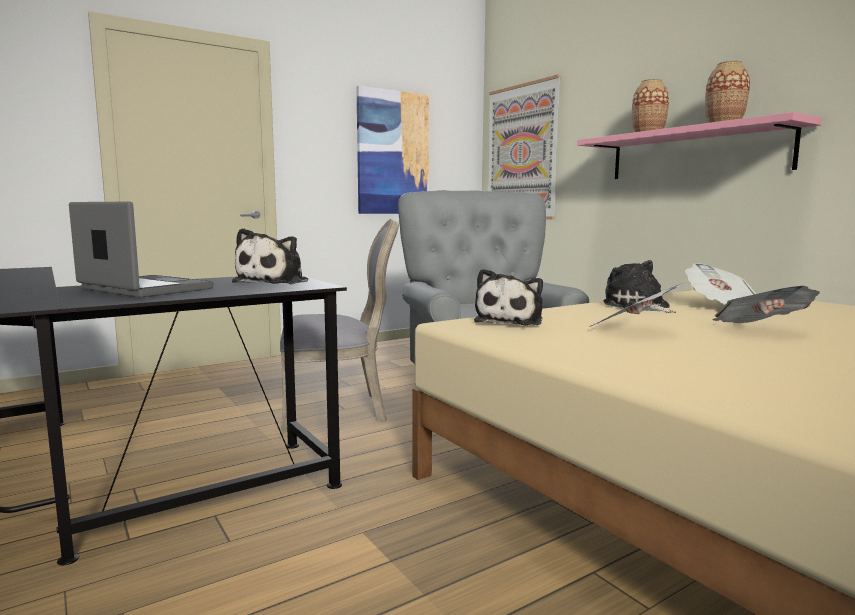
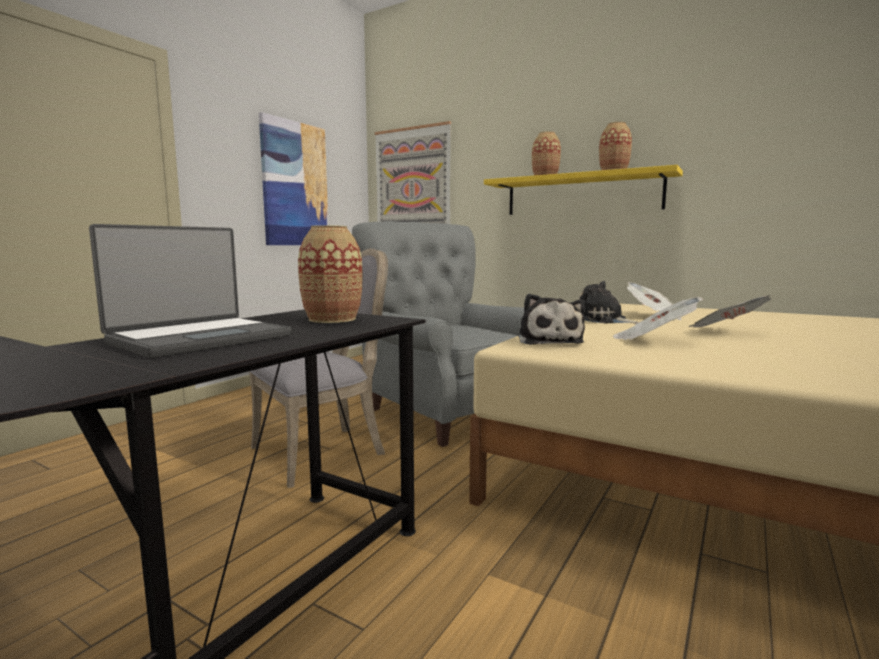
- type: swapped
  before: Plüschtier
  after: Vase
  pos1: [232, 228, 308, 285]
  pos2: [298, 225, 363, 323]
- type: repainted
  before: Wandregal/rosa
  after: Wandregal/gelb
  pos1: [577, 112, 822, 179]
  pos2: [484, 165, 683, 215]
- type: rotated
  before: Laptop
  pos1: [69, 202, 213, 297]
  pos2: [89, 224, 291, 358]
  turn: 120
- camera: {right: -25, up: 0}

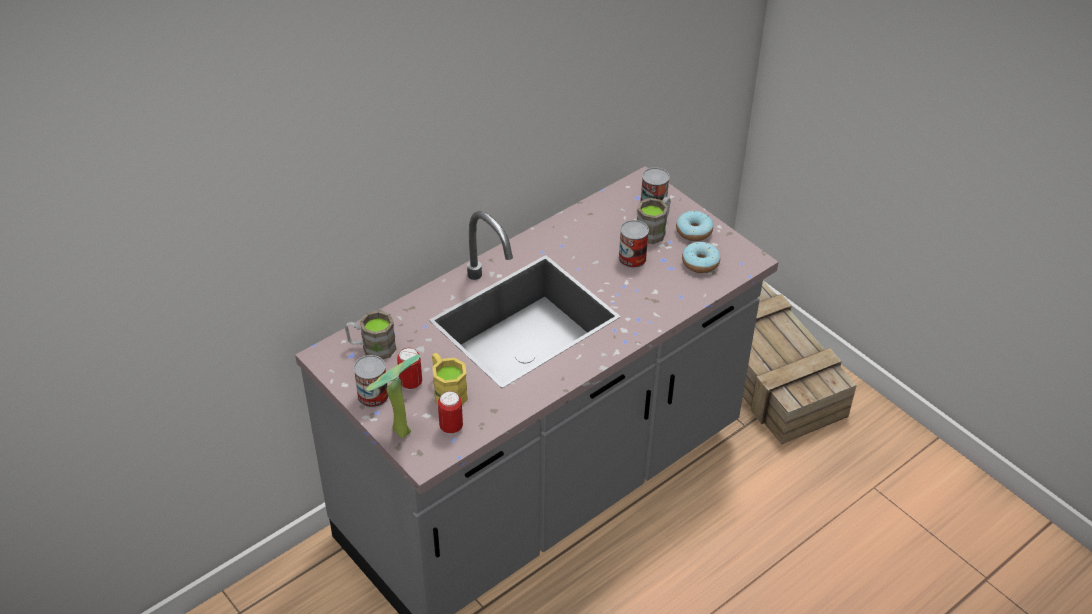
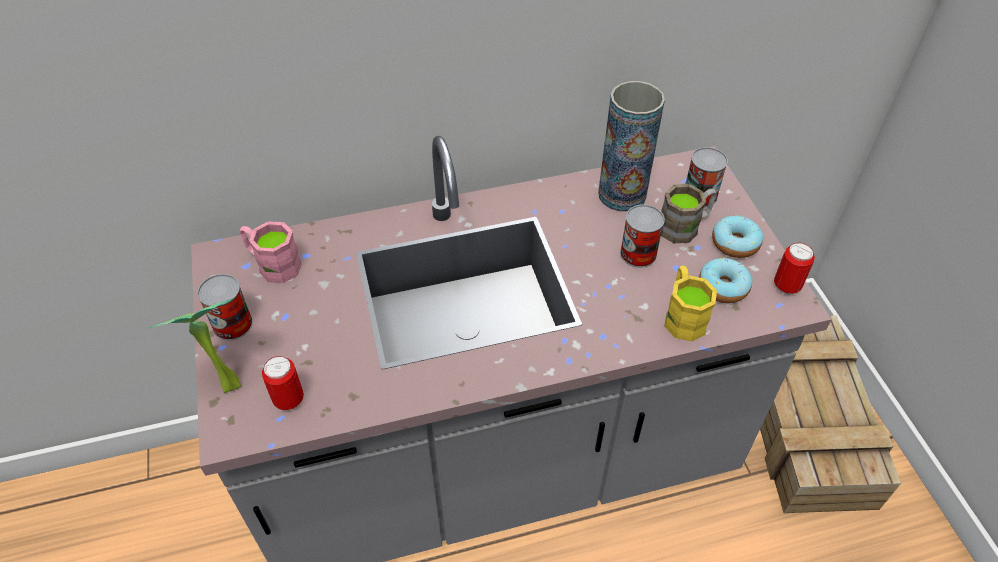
- type: new
  after: Vase
  pos2: [598, 81, 665, 212]
- type: shifted
  before: Dose
  pos1: [397, 348, 422, 390]
  pos2: [774, 243, 815, 295]
- type: shifted
  before: Henkelbecher/gelb
  pos1: [432, 353, 468, 405]
  pos2: [664, 266, 717, 341]
- type: repainted
  before: Henkelbecher/braun
  after: Henkelbecher/rosa
  pos1: [345, 310, 397, 359]
  pos2: [240, 221, 302, 283]
- camera: {right: 25, up: 5}

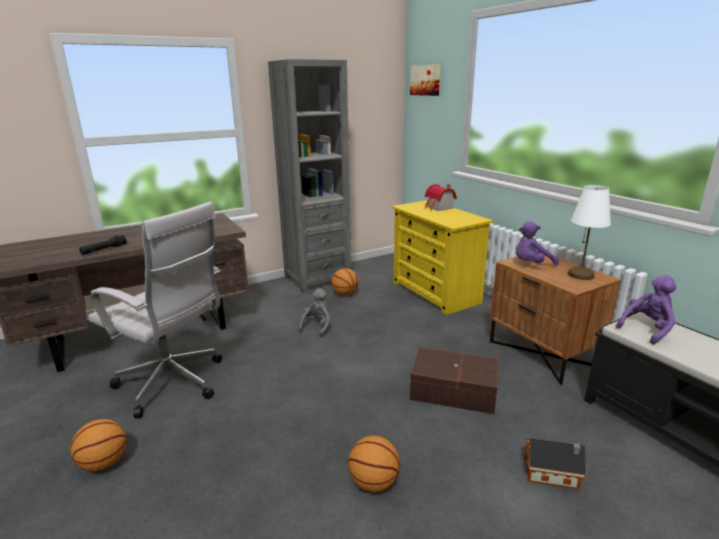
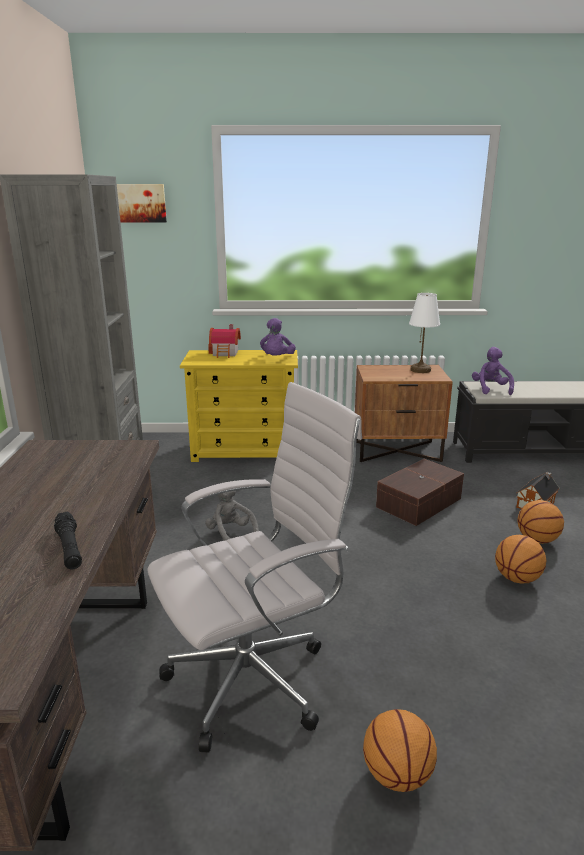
- type: shifted
  before: Basketball
  pos1: [331, 268, 359, 296]
  pos2: [517, 500, 564, 544]
- type: shifted
  before: Plüschtier/lila
  pos1: [516, 221, 559, 265]
  pos2: [260, 318, 296, 356]
- camera: {right: -60, up: 0}

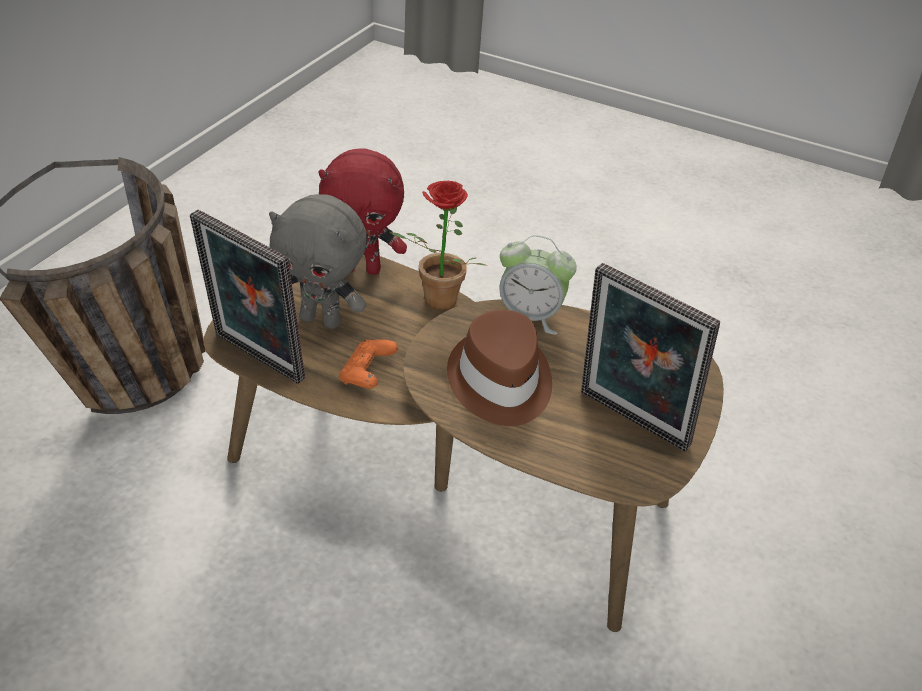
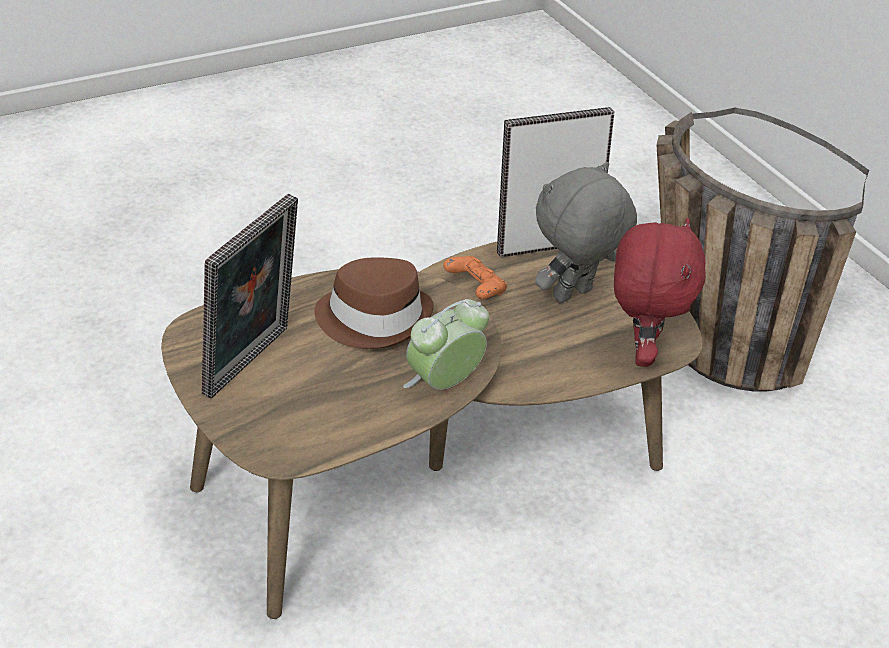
- type: gone
  before: Topfpflanze
  pos1: [390, 181, 487, 310]
- type: rotated
  before: Plüschtier/rot
  pos1: [319, 148, 407, 275]
  pos2: [614, 218, 706, 367]
  turn: 150
- type: rotated
  before: Bilderrahmen
  pos1: [581, 263, 720, 451]
  pos2: [202, 193, 298, 398]
  turn: 135
- camera: {right: 125, up: 0}

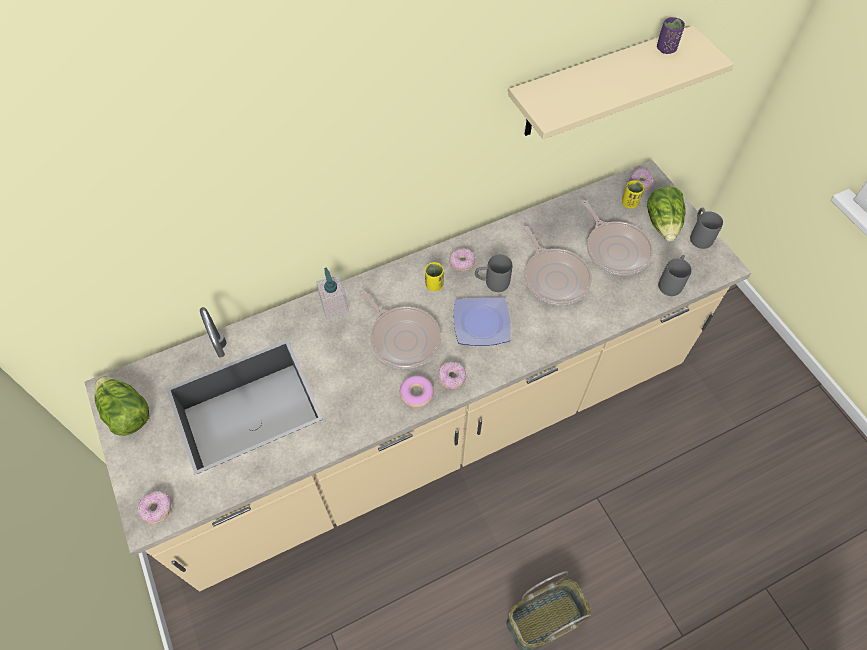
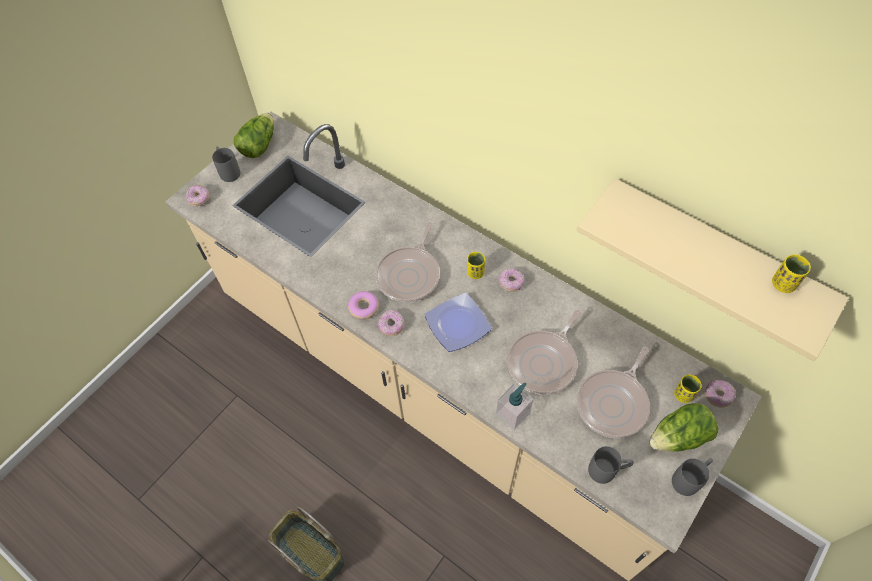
- type: shifted
  before: Seifenspender
  pos1: [316, 267, 349, 319]
  pos2: [496, 383, 533, 430]
- type: shifted
  before: Henkelbecher/grau
  pos1: [475, 254, 512, 292]
  pos2: [212, 147, 240, 182]
- type: repainted
  before: Tasse/lila
  after: Tasse/gelb
  pos1: [657, 17, 685, 54]
  pos2: [772, 255, 811, 293]
- camera: {right: 65, up: 0}

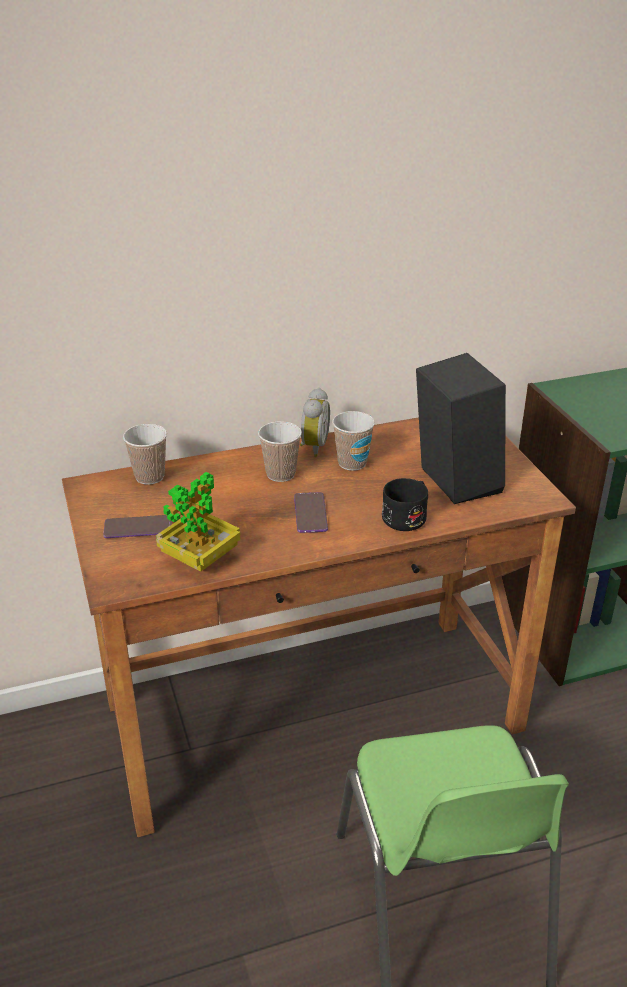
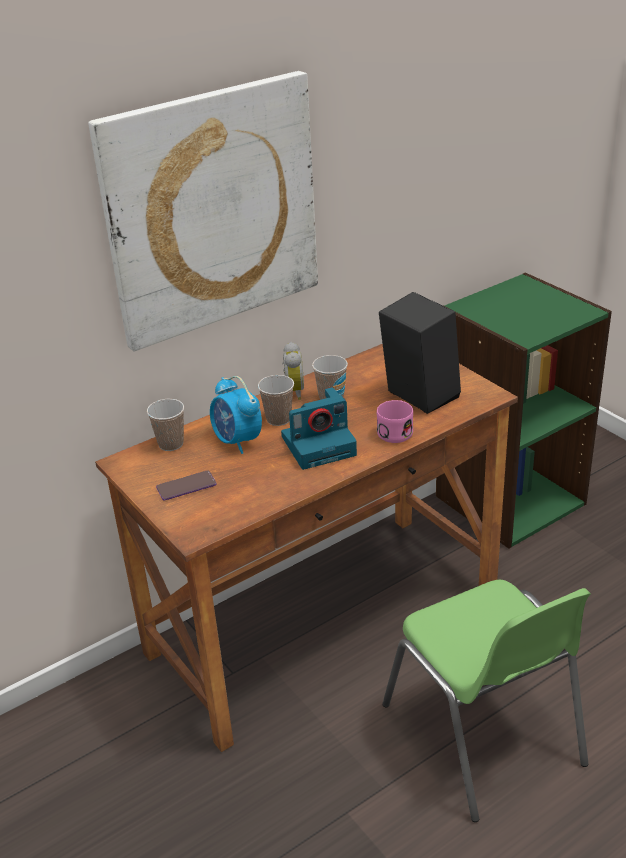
- type: gone
  before: Topfpflanze
  pos1: [156, 472, 240, 572]
- type: new
  after: Bild
  pos2: [88, 71, 318, 351]
- type: new
  after: Wecker
  pos2: [210, 376, 262, 454]
- type: swapped
  before: Handy
  after: Kamera
  pos1: [294, 492, 328, 533]
  pos2: [281, 387, 357, 470]
- type: repainted
  before: Henkelbecher/schwarz
  after: Henkelbecher/rosa
  pos1: [382, 478, 428, 531]
  pos2: [377, 400, 413, 443]
- camera: {right: -15, up: 0}

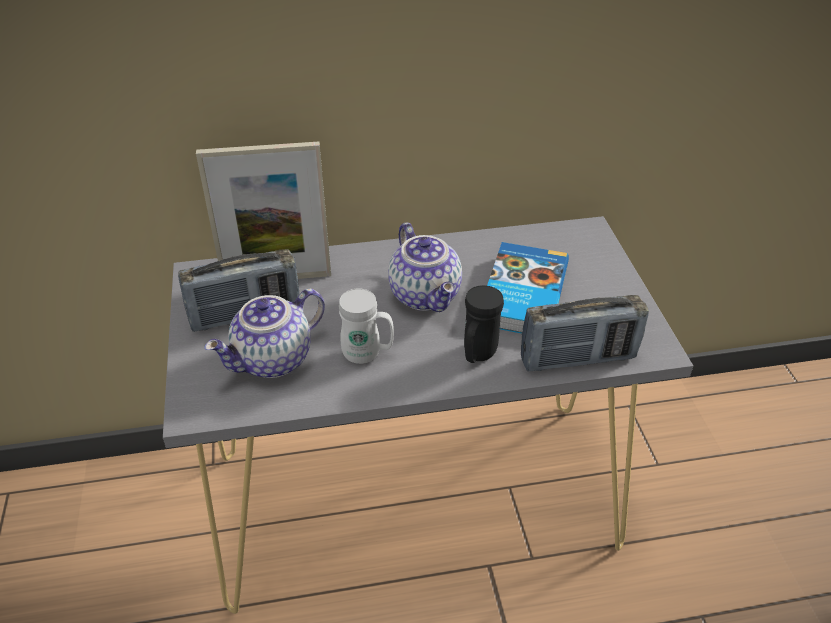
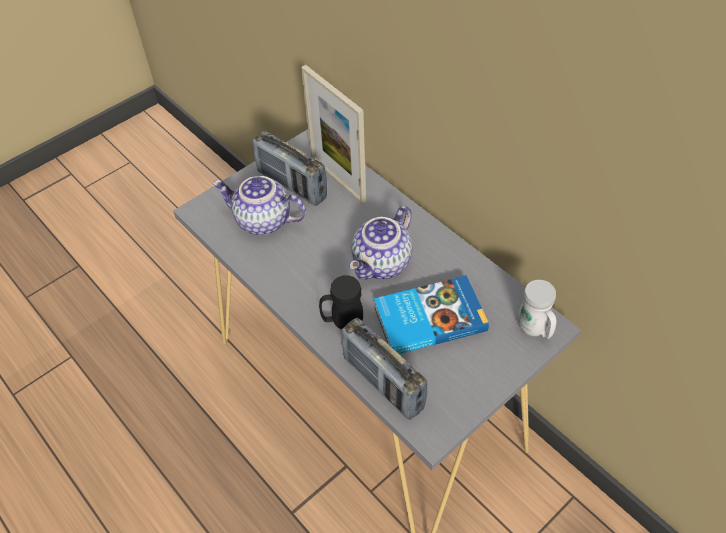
- type: shifted
  before: Henkelbecher/weiß
  pos1: [339, 288, 394, 364]
  pos2: [518, 280, 556, 339]
- camera: {right: 60, up: 10}

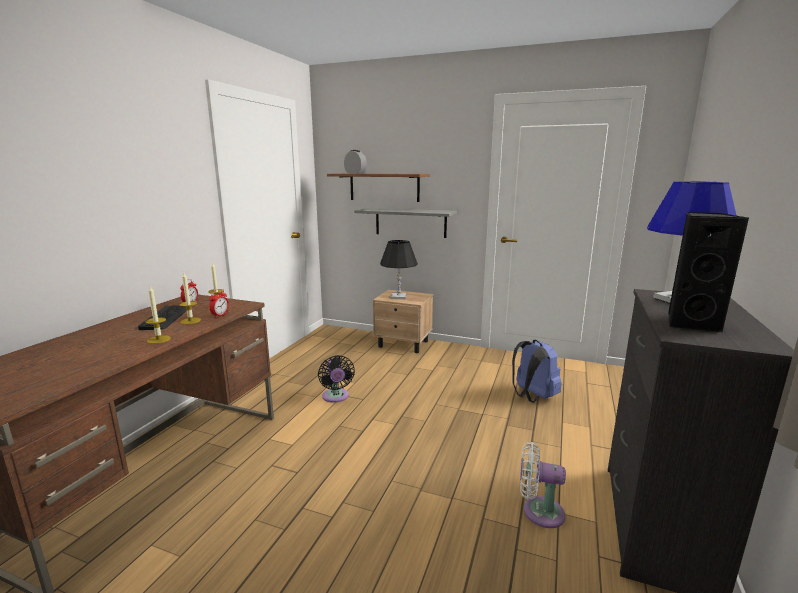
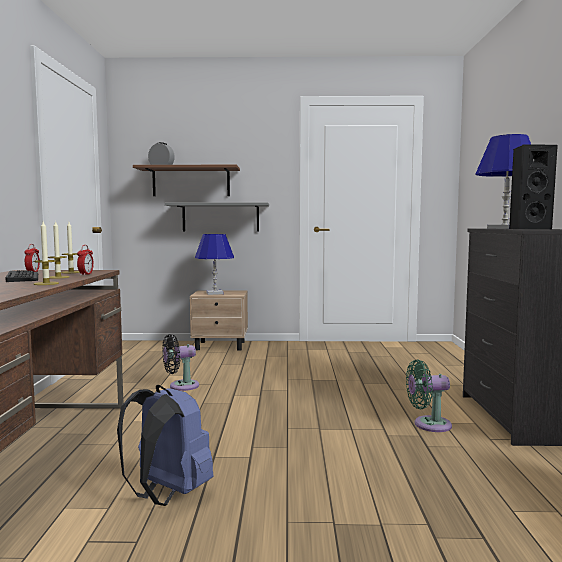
- type: shifted
  before: Rucksack/blau
  pos1: [512, 340, 561, 403]
  pos2: [117, 385, 214, 506]
- type: repainted
  before: Tischlampe/schwarz
  after: Tischlampe/blau
  pos1: [380, 240, 418, 299]
  pos2: [195, 234, 234, 295]
- type: repainted
  before: Ventilator/weiß
  after: Ventilator/grün
  pos1: [520, 442, 566, 528]
  pos2: [406, 360, 452, 432]
- type: rotated
  before: Ventilator/schwarz
  pos1: [318, 355, 355, 403]
  pos2: [162, 334, 199, 391]
  turn: 105
- camera: {right: -20, up: -10}

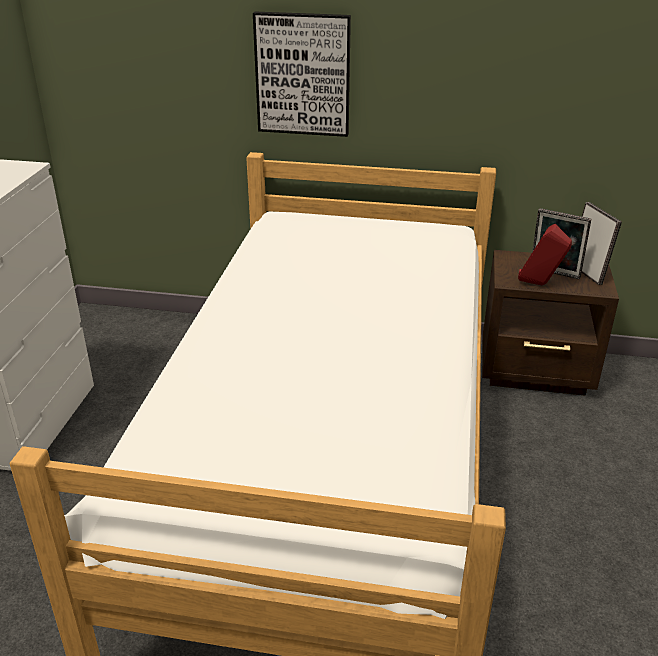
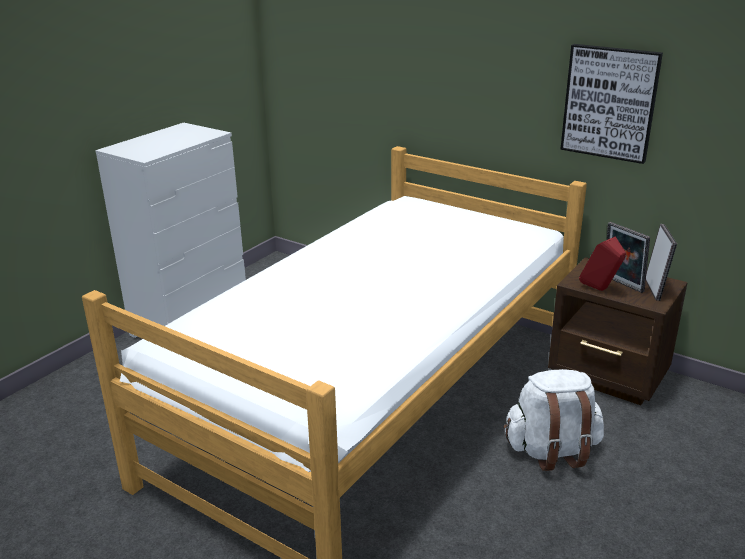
- type: new
  after: Rucksack/weiß
  pos2: [504, 369, 604, 471]
- type: shifted
  before: Bild
  pos1: [253, 12, 351, 137]
  pos2: [560, 44, 663, 164]
- camera: {right: 25, up: -5}

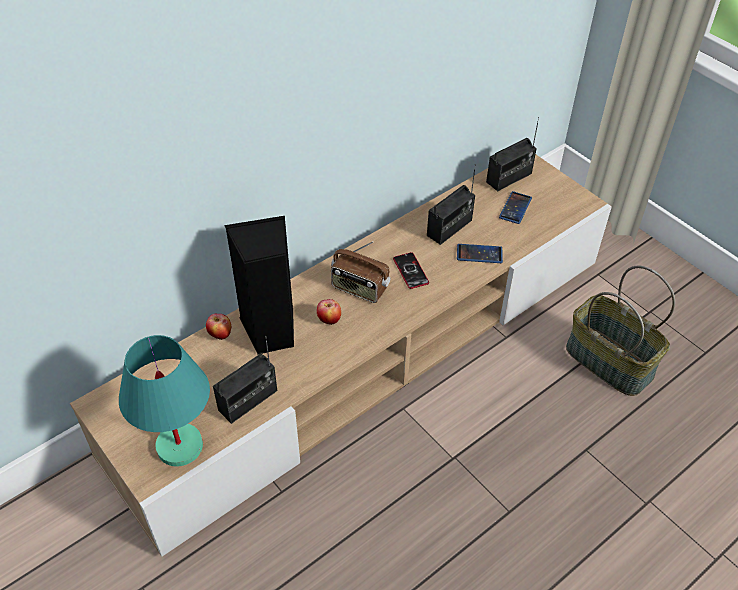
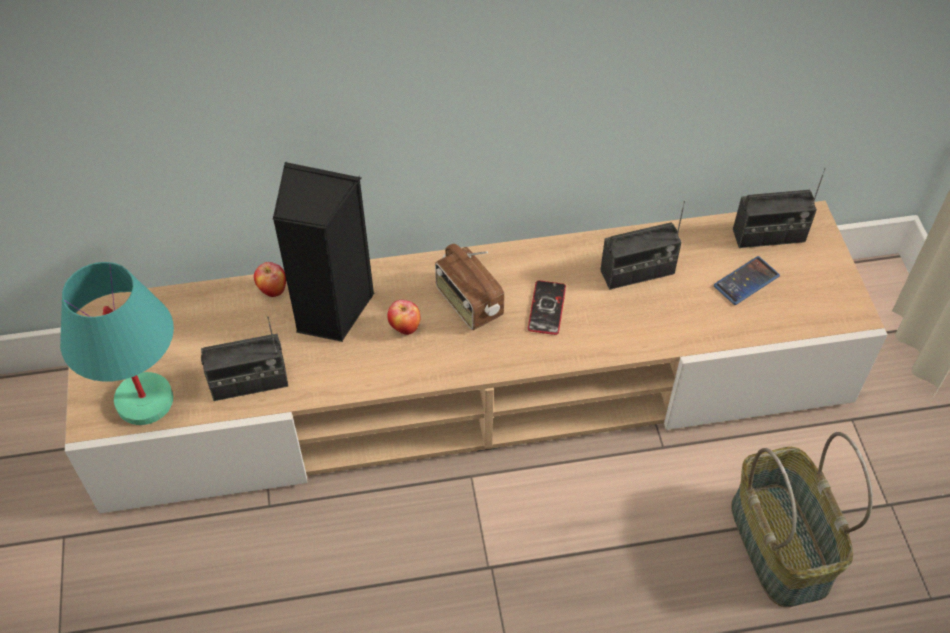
- type: gone
  before: Handy
  pos1: [457, 244, 503, 263]
- camera: {right: 30, up: 5}

